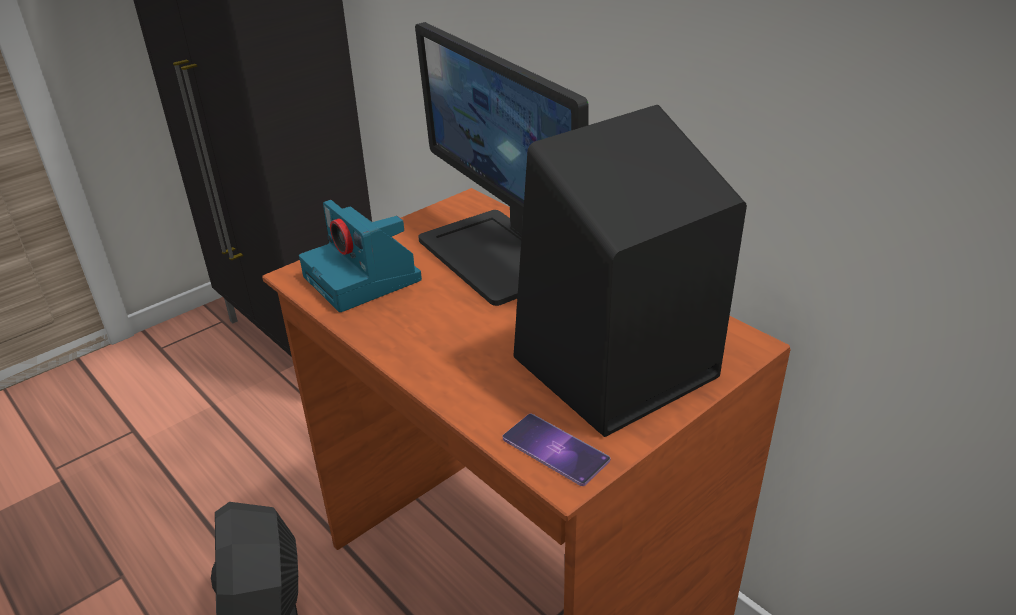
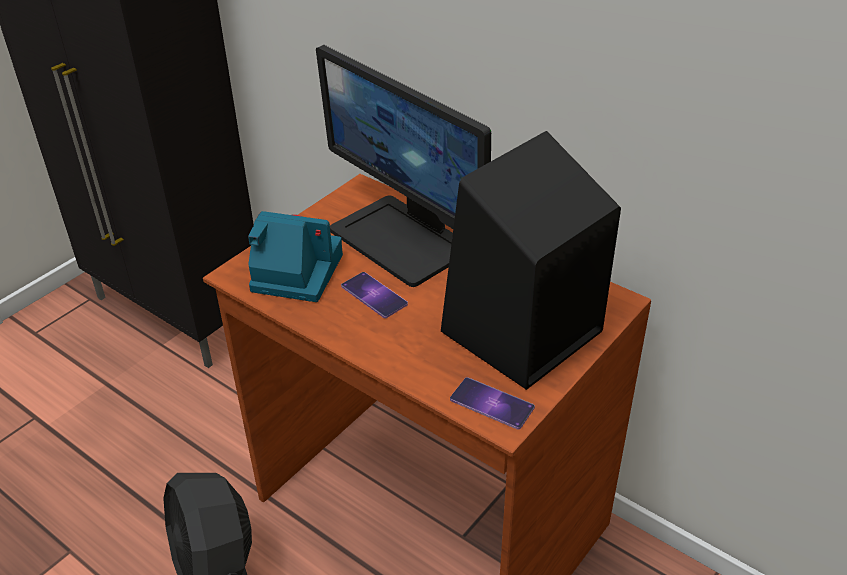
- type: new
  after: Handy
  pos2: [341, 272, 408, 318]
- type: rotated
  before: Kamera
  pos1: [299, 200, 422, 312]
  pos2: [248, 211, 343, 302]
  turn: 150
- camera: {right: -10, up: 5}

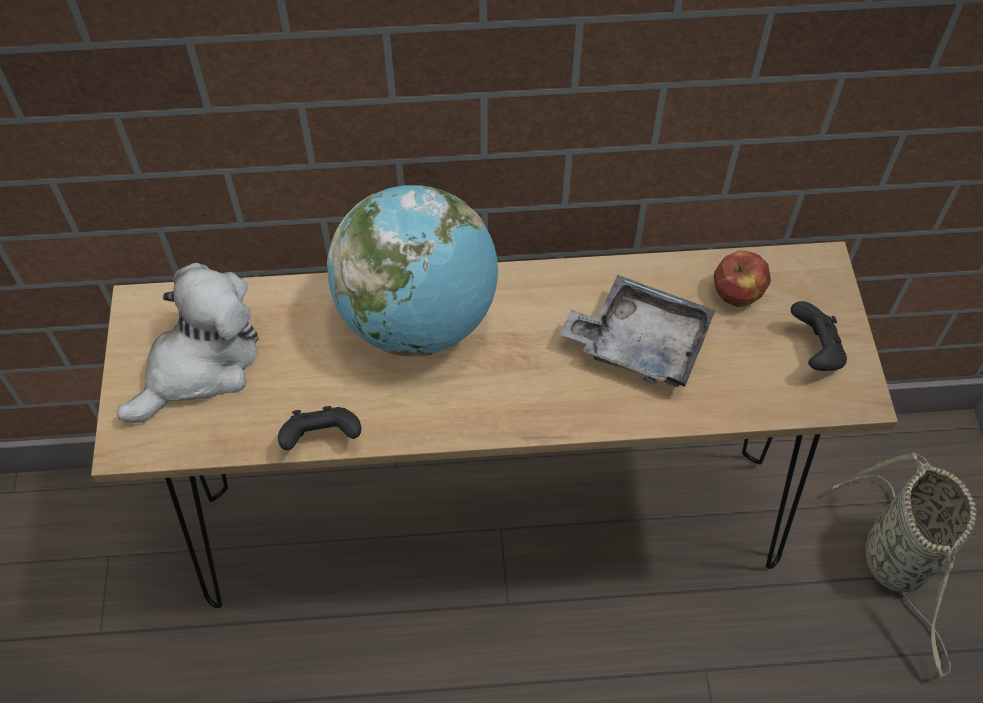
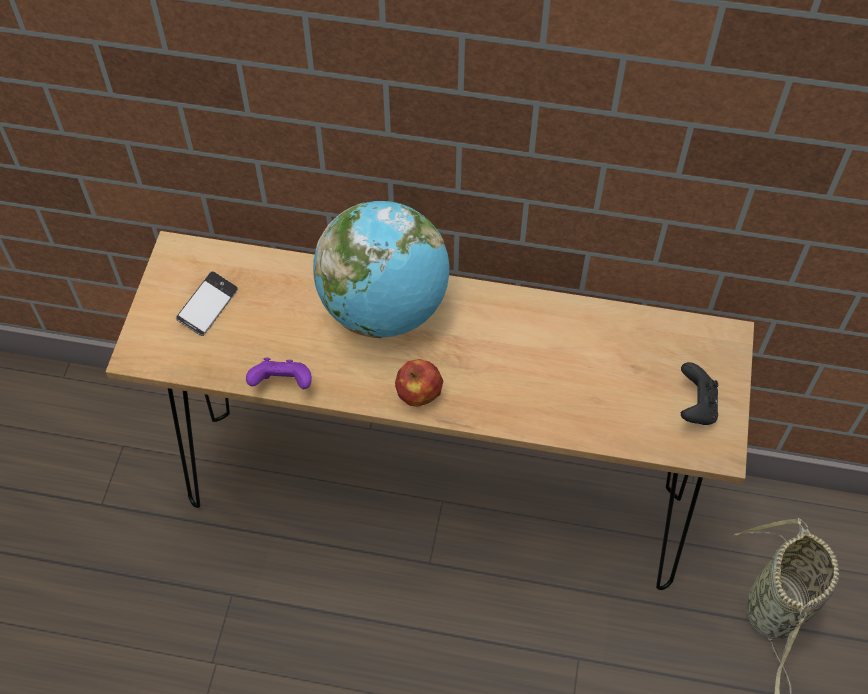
- type: gone
  before: Tablett/grau
  pos1: [560, 275, 715, 387]
- type: shifted
  before: Apfel
  pos1: [714, 250, 771, 307]
  pos2: [395, 359, 444, 407]
- type: swapped
  before: Plüschtier
  after: Handy
  pos1: [117, 263, 258, 423]
  pos2: [176, 271, 238, 336]
- type: repainted
  before: Gamepad/schwarz
  after: Gamepad/lila
  pos1: [278, 406, 361, 450]
  pos2: [246, 358, 312, 389]
- camera: {right: 15, up: 0}

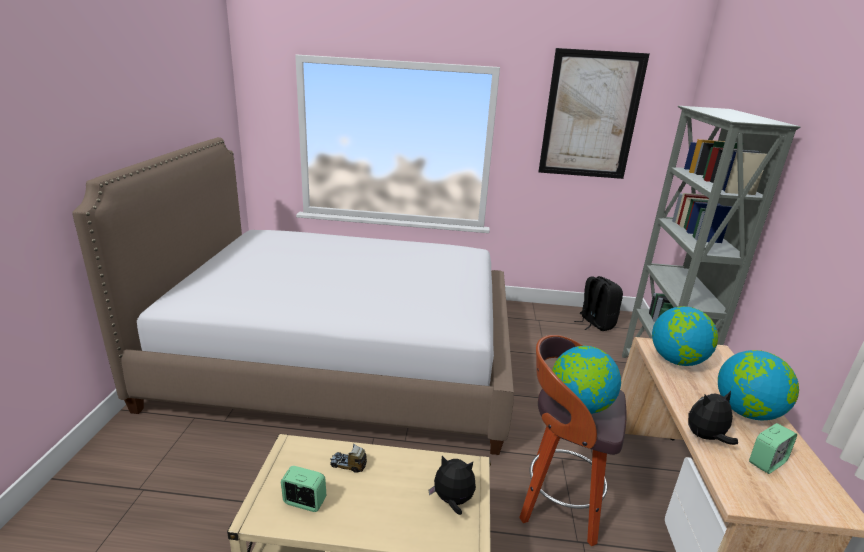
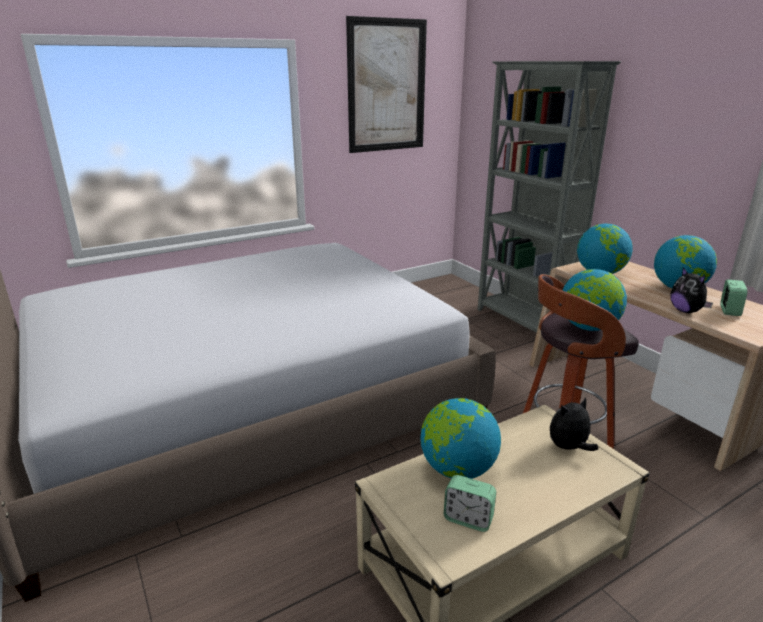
- type: gone
  before: Rucksack/schwarz
  pos1: [574, 276, 623, 331]
- type: swapped
  before: Spielzeuglaster
  after: Globus
  pos1: [330, 444, 367, 473]
  pos2: [420, 398, 501, 479]
- type: rotated
  before: Wecker
  pos1: [281, 466, 326, 512]
  pos2: [444, 475, 496, 532]
  turn: -135
- type: rotated
  before: Plüschtier
  pos1: [688, 391, 738, 445]
  pos2: [671, 267, 713, 313]
  turn: -60
- camera: {right: -35, up: 0}

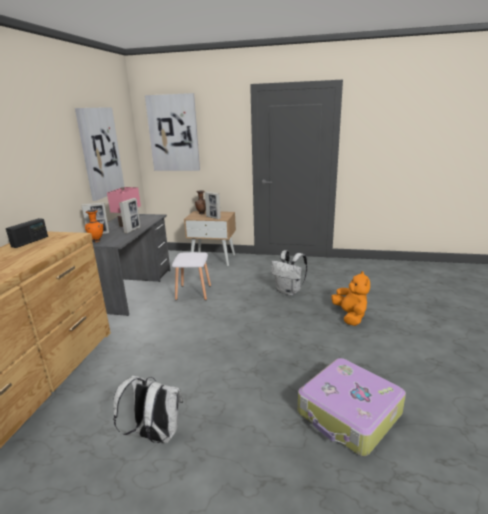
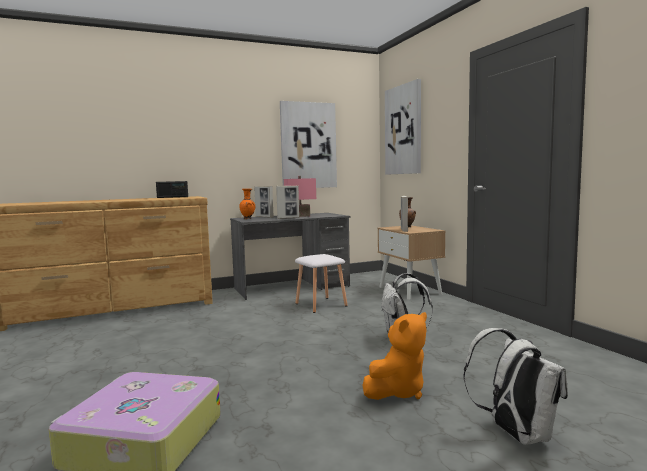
- type: shifted
  before: Rucksack/weiß
  pos1: [113, 375, 183, 443]
  pos2: [464, 328, 568, 445]
- camera: {right: 55, up: -15}

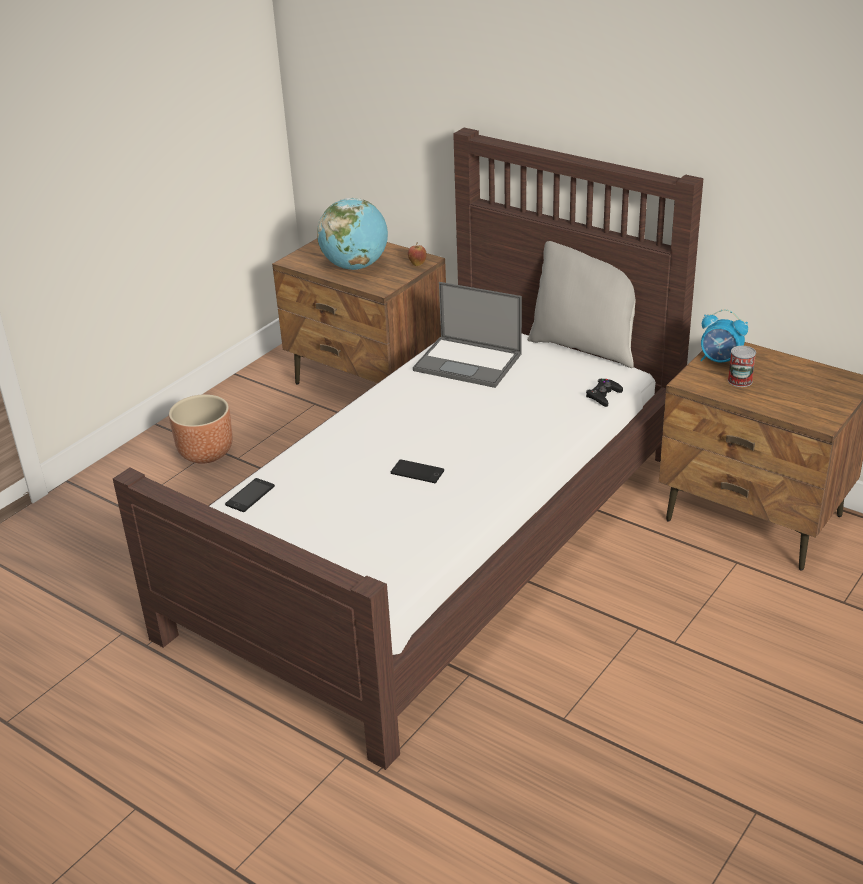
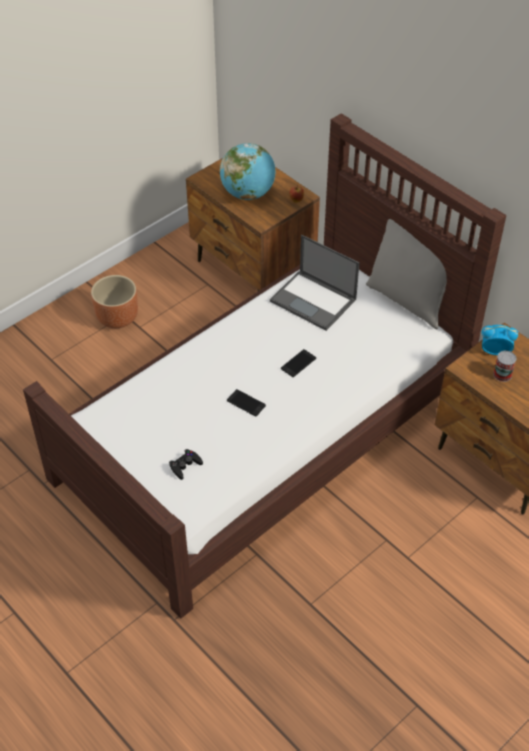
- type: shifted
  before: Handy
  pos1: [225, 478, 275, 512]
  pos2: [281, 349, 316, 377]
- type: shifted
  before: Gamepad/schwarz
  pos1: [586, 379, 623, 407]
  pos2: [169, 449, 203, 480]
- type: rotated
  before: Wecker
  pos1: [700, 309, 748, 363]
  pos2: [481, 325, 518, 355]
  turn: 150
- camera: {right: 10, up: 15}

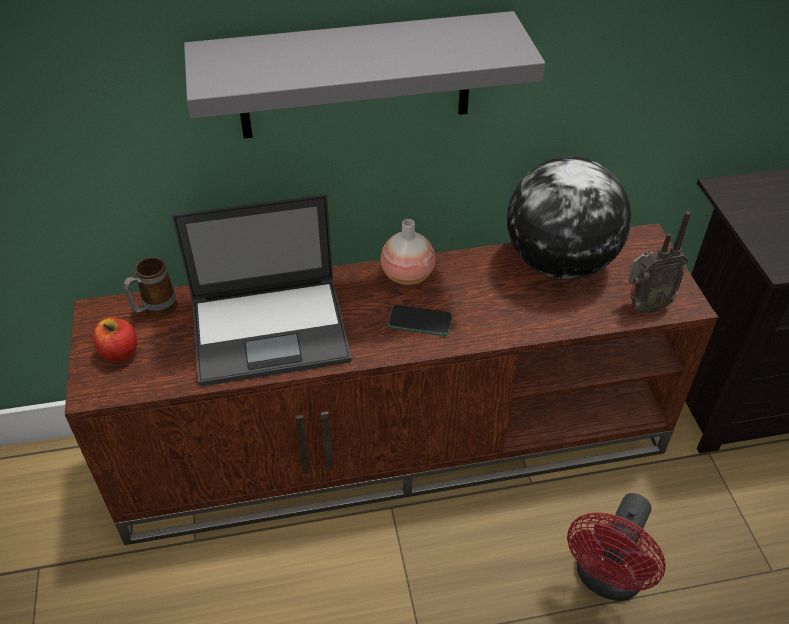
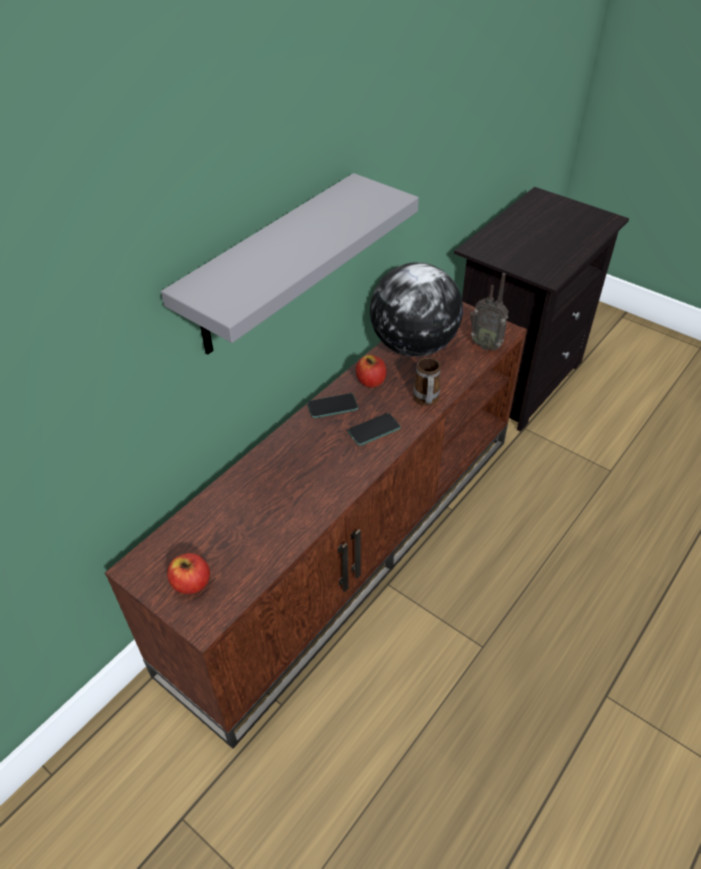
- type: gone
  before: Laptop
  pos1: [172, 194, 352, 387]
- type: gone
  before: Ventilator/rot
  pos1: [567, 493, 666, 601]
- type: new
  after: Apfel
  pos2: [356, 355, 387, 388]
- type: shifted
  before: Henkelbecher
  pos1: [123, 257, 178, 318]
  pos2: [413, 358, 441, 406]
- type: swapped
  before: Vase
  after: Handy
  pos1: [381, 219, 435, 285]
  pos2: [307, 393, 358, 418]
- type: rotated
  before: Radio
  pos1: [628, 211, 690, 313]
  pos2: [469, 273, 508, 351]
  turn: 90
- camera: {right: -40, up: 0}

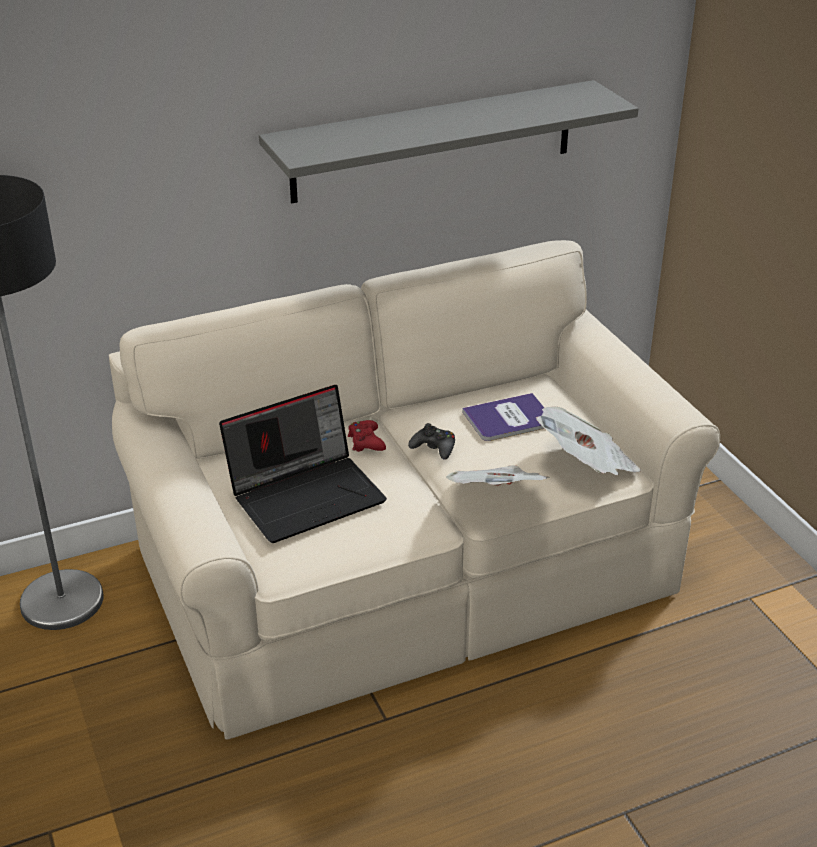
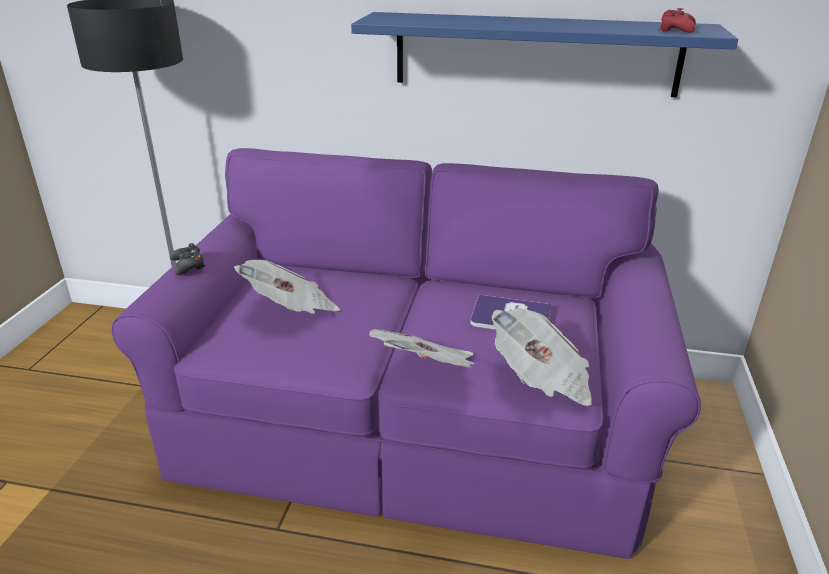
- type: shifted
  before: Gamepad/rot
  pos1: [348, 420, 386, 452]
  pos2: [659, 8, 696, 33]
- type: shifted
  before: Gamepad/schwarz
  pos1: [408, 423, 455, 460]
  pos2: [170, 243, 206, 275]
- type: swapped
  before: Laptop
  after: Zeitung
  pos1: [219, 385, 387, 543]
  pos2: [234, 260, 340, 314]
- type: repainted
  before: Sofa/beige
  after: Sofa/lila
  pos1: [109, 240, 720, 740]
  pos2: [112, 148, 701, 559]
- type: repainted
  before: Wandregal/grau
  after: Wandregal/blau
  pos1: [259, 80, 639, 203]
  pos2: [351, 12, 738, 97]
- camera: {right: 35, up: -5}

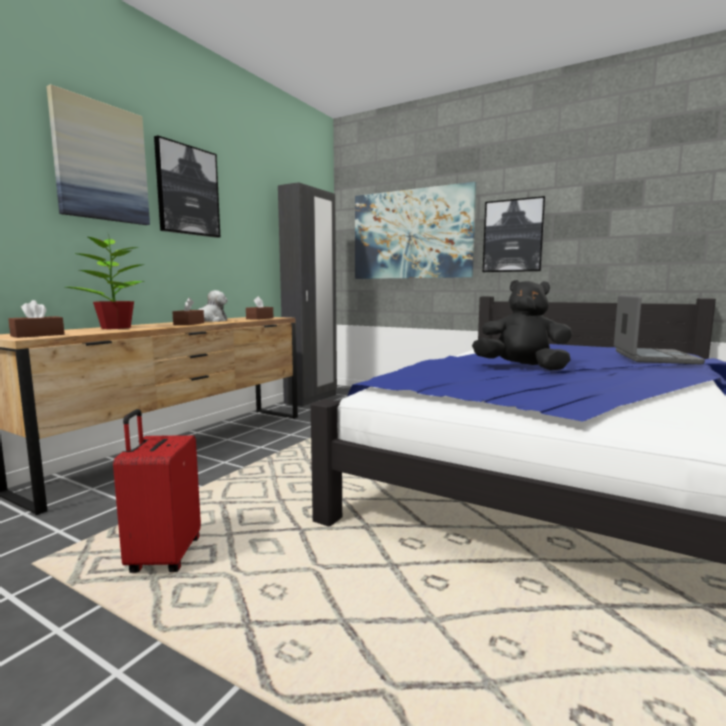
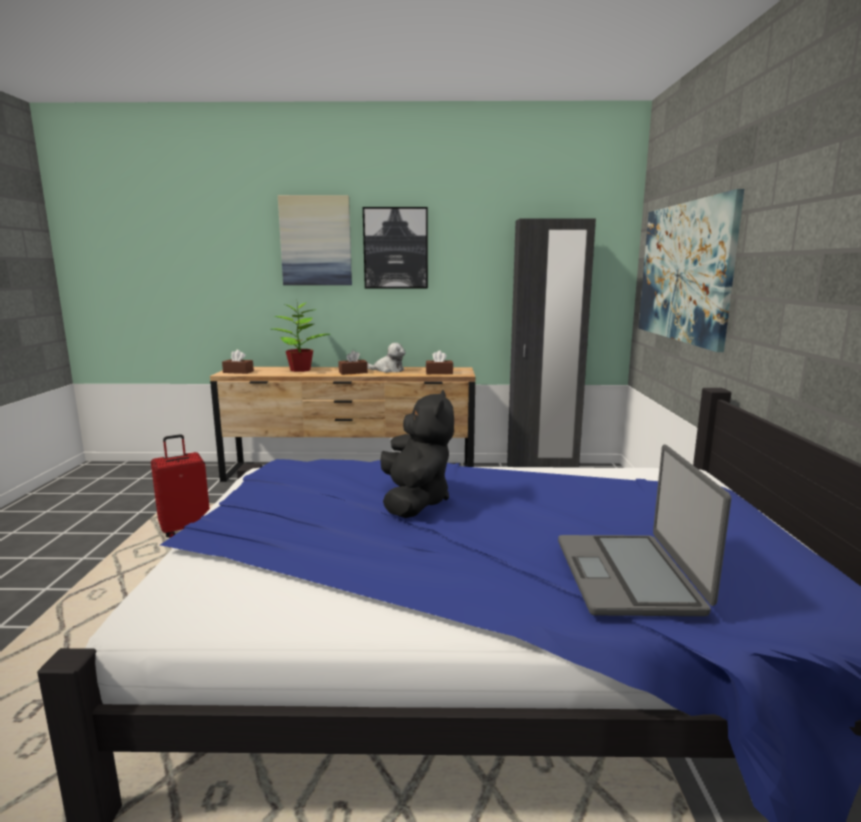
- type: gone
  before: Bild
  pos1: [483, 196, 546, 272]
- type: rotated
  before: Laptop
  pos1: [614, 295, 705, 364]
  pos2: [558, 445, 731, 616]
  turn: 105
- camera: {right: 60, up: 5}

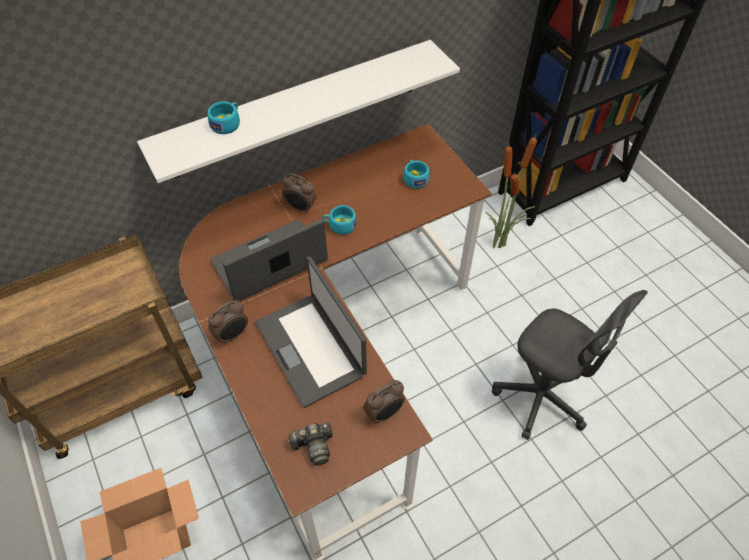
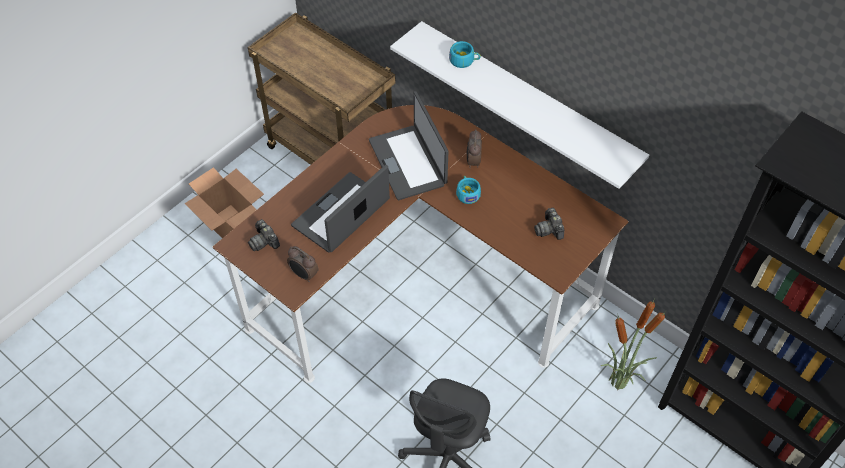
- type: gone
  before: Wecker
  pos1: [208, 300, 248, 345]
- type: swapped
  before: Tasse/türkis
  after: Kamera
  pos1: [403, 160, 430, 189]
  pos2: [534, 208, 564, 240]
- type: rotated
  before: Laptop
  pos1: [210, 218, 328, 301]
  pos2: [369, 91, 448, 200]
  turn: -150
- camera: {right: 70, up: 0}

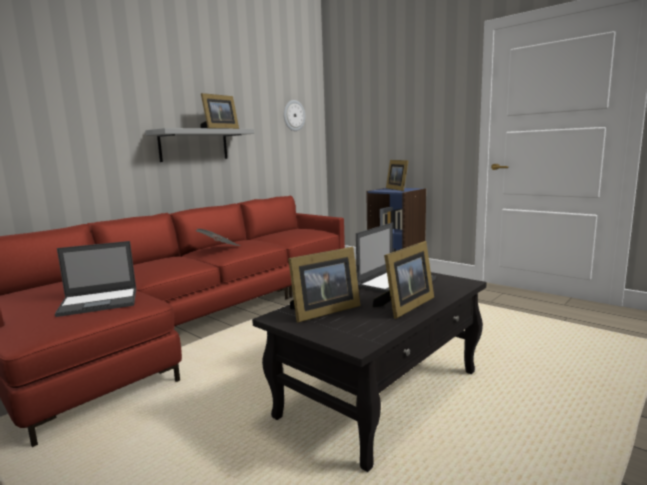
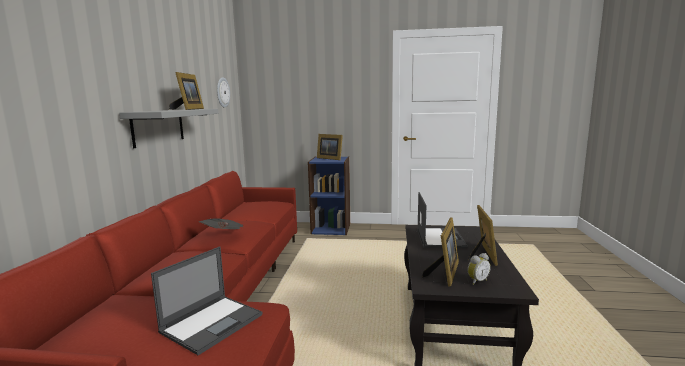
- type: new
  after: Wecker
  pos2: [468, 253, 491, 285]
- camera: {right: -35, up: 0}

